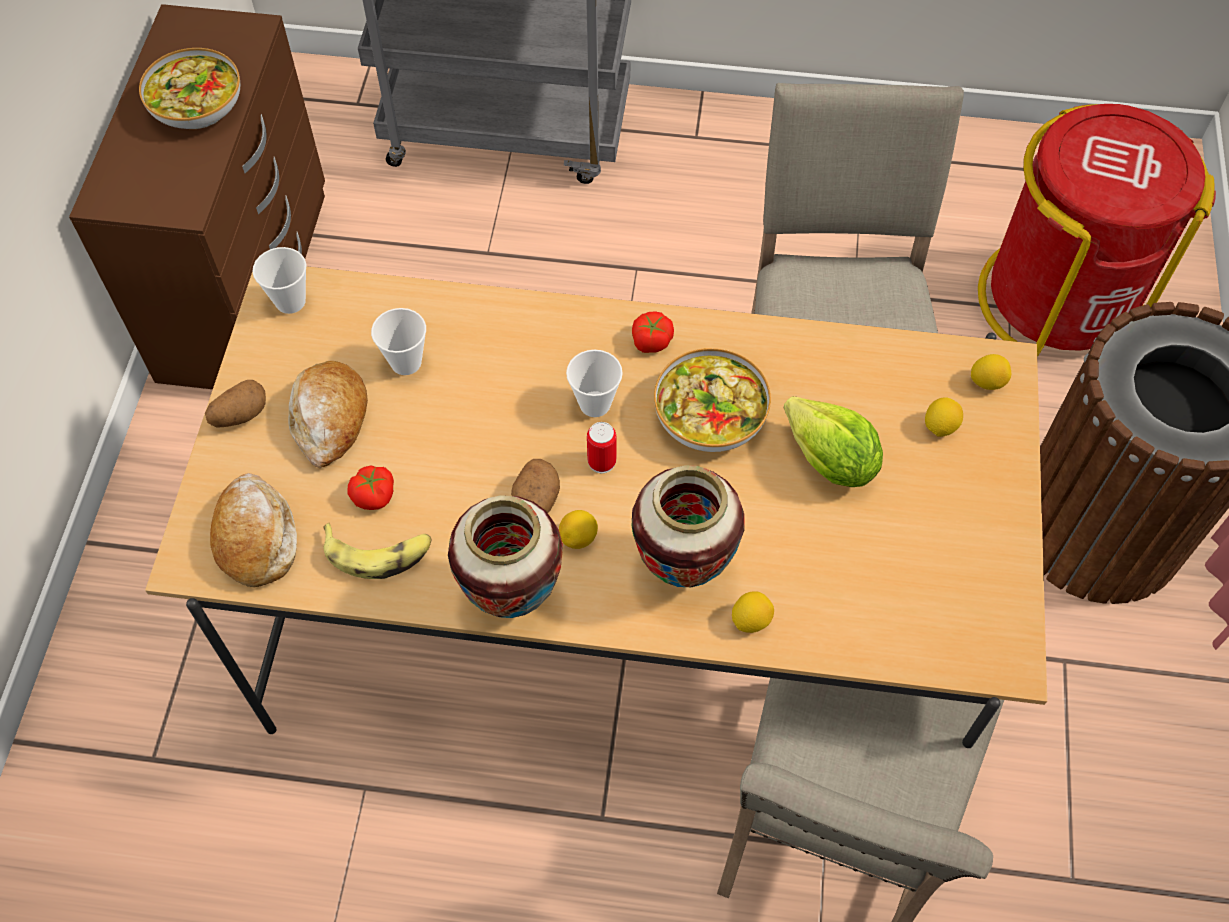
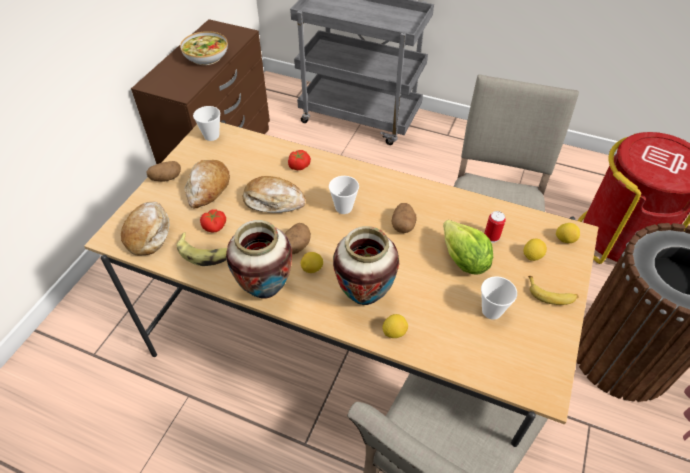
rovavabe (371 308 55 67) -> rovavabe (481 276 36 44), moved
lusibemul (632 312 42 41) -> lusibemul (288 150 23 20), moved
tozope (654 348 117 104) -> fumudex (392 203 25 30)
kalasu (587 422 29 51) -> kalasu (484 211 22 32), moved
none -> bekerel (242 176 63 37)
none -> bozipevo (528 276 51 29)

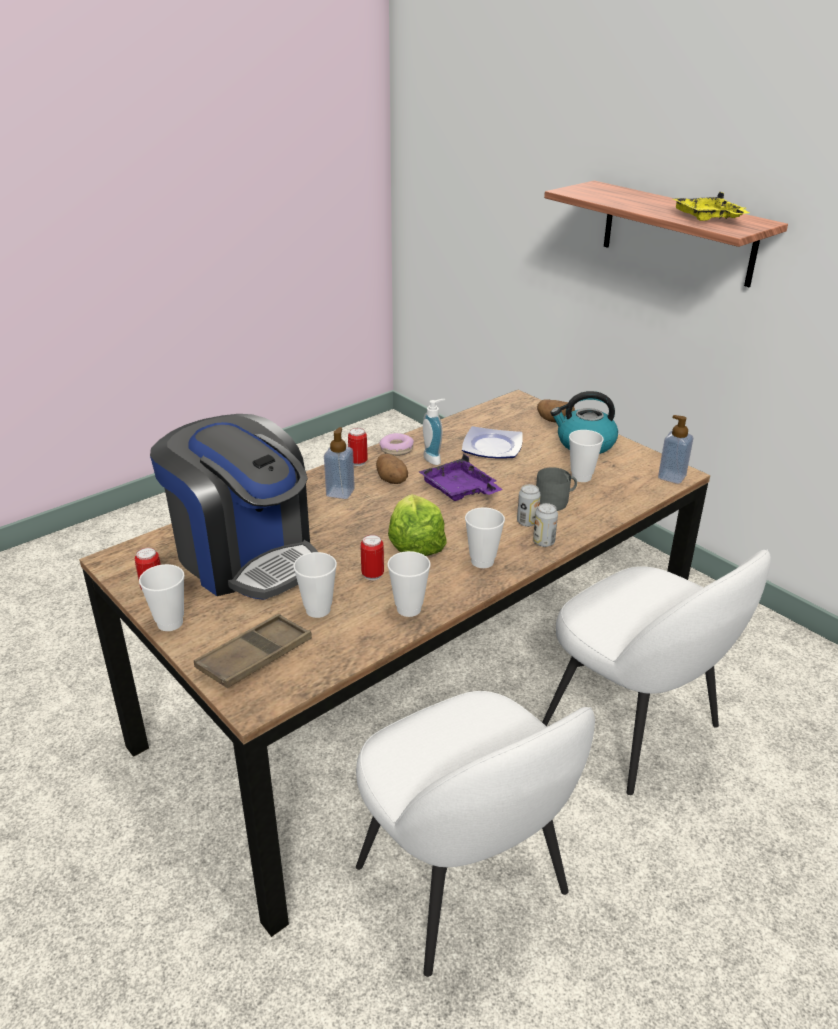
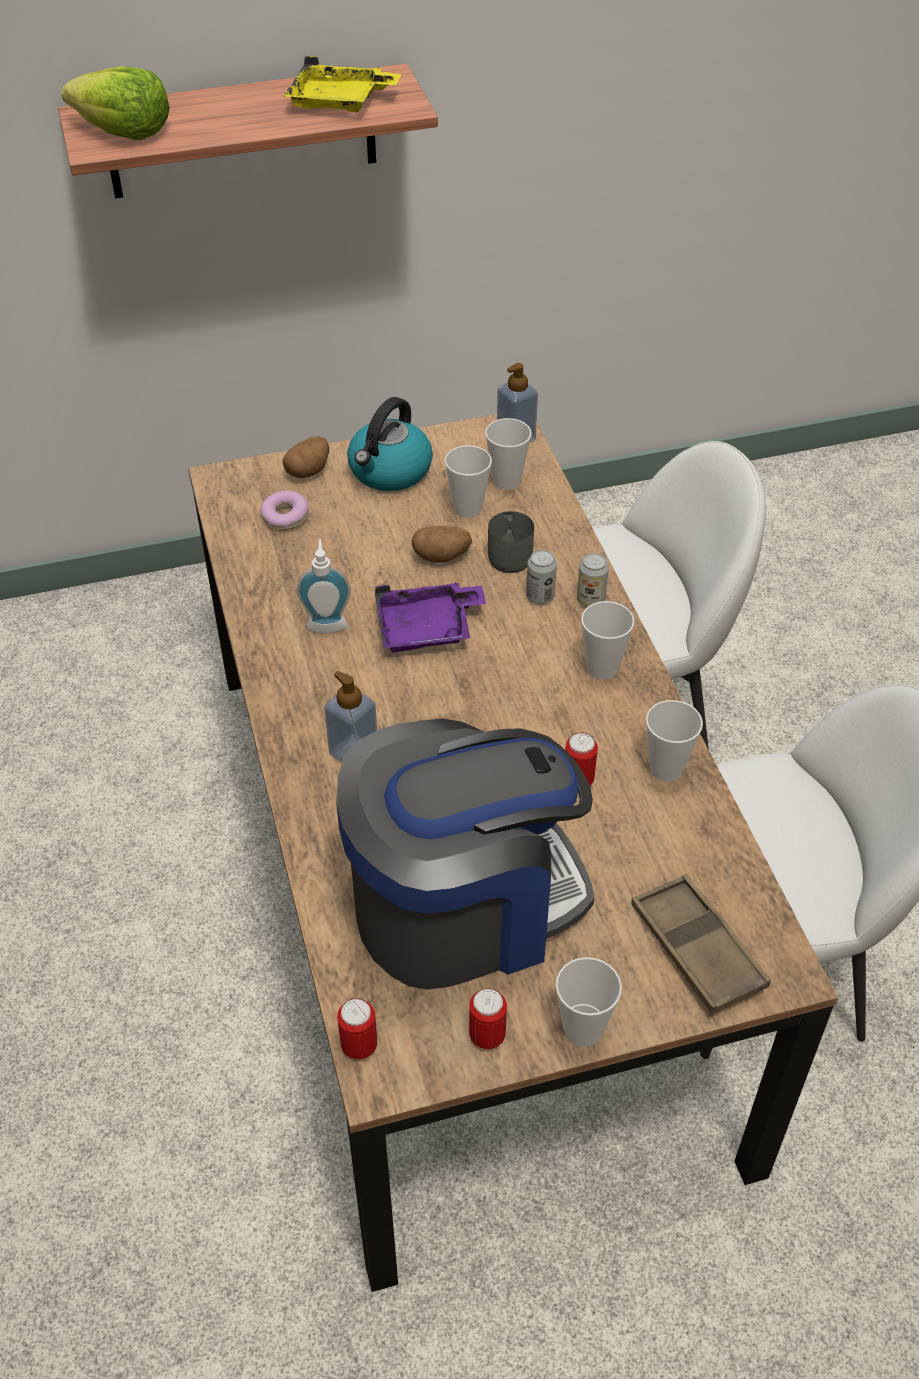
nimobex (462 426 61 33) -> none
kalasu (348 428 20 38) -> kalasu (337 998 40 62), moved
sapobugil (379 433 35 23) -> sapobugil (260 490 49 40), moved
fumudex (376 454 32 30) -> fumudex (412 526 60 37), moved
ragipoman (388 494 59 62) -> ragipoman (61 66 109 74), moved
rovavabe (293 552 44 66) -> rovavabe (485 418 47 72), moved

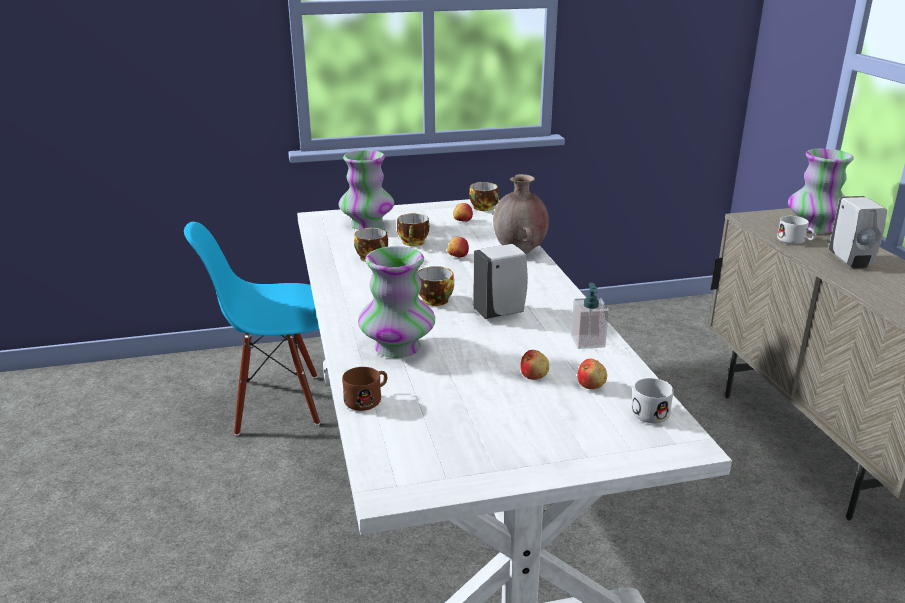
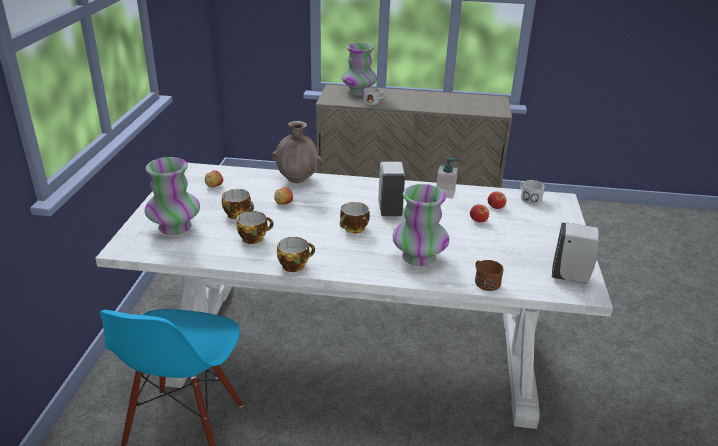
rovavabe (469 182 30 29) -> rovavabe (277 237 38 35), moved
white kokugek (829 196 58 72) -> white kokugek (552 222 47 62), moved

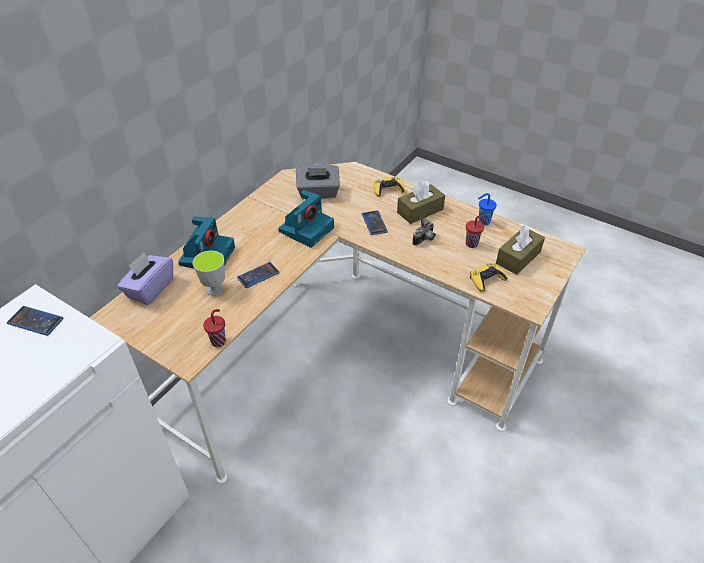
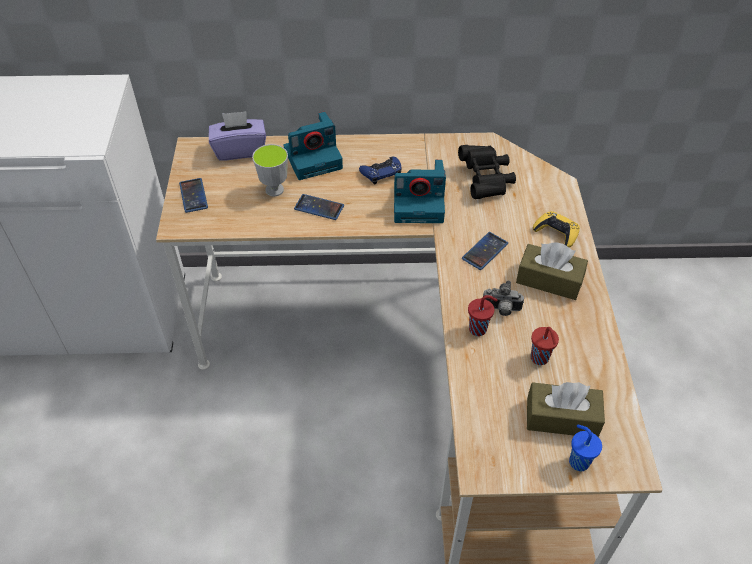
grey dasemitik (296 164 44 35) -> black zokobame (458 145 58 54)
blue rovavabe (478 193 19 32) -> blue rovavabe (569 425 33 46), moved
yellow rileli (470 263 37 29) -> none
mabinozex (7 306 57 30) -> mabinozex (179 178 29 35), moved
red rovavabe (203 309 23 38) -> red rovavabe (468 295 30 41), moved
none -> blue rileli (359 156 42 28)

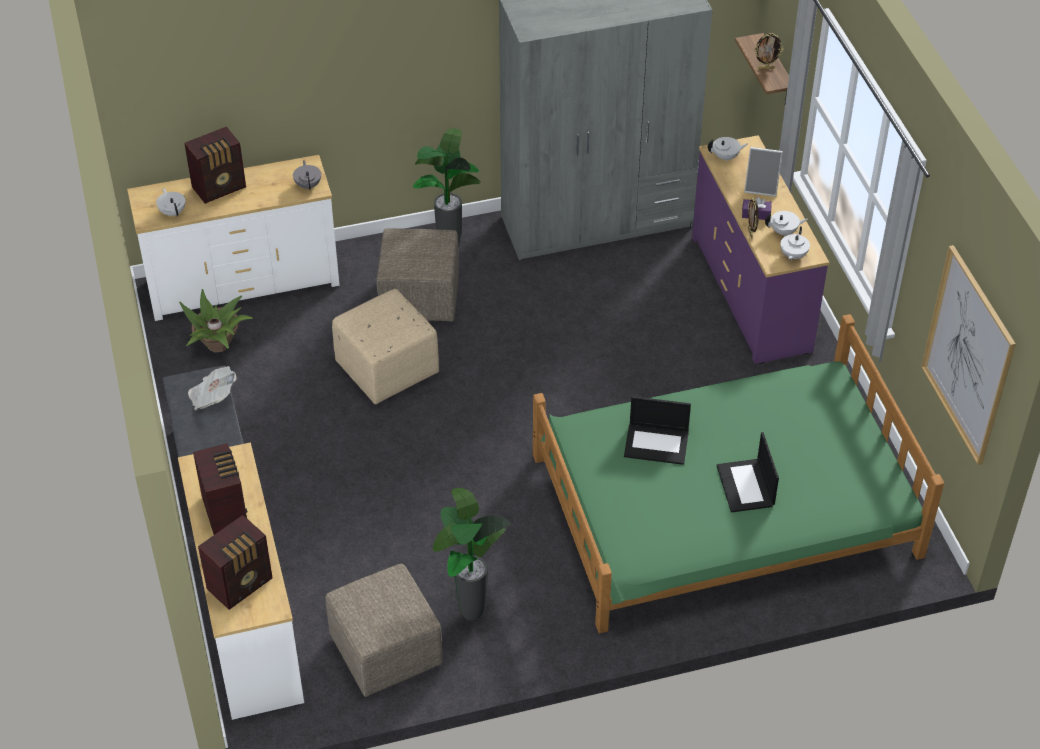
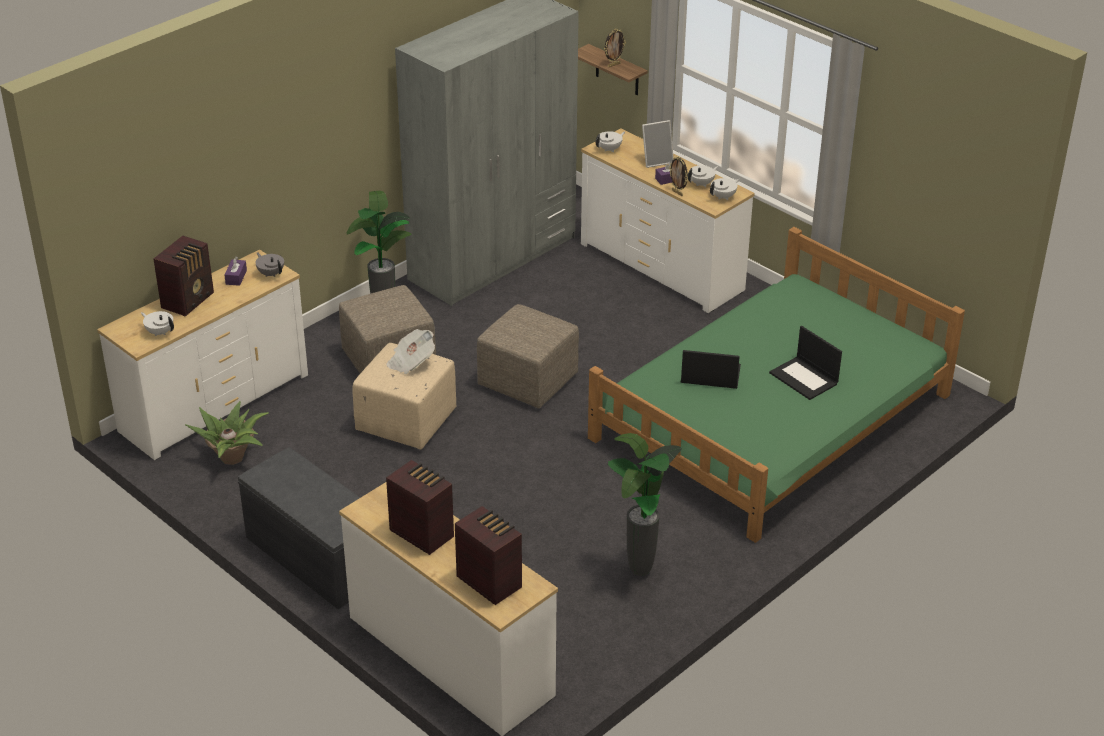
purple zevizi (692 135 137 229) -> white zevizi (581 128 174 185)
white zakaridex (780 226 30 35) -> white zakaridex (710 178 29 22), 120 degrees counterclockwise
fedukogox (921 245 95 220) -> none
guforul (188 366 48 44) -> guforul (386 329 49 45), moved
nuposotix (624 396 67 69) -> nuposotix (681 350 60 39), 150 degrees counterclockwise
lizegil (198 515 75 95) -> lizegil (455 506 67 99), 60 degrees counterclockwise
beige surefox (326 564 117 133) -> beige surefox (477 304 102 104), moved
none -> purple dasemitik (224 257 23 29)

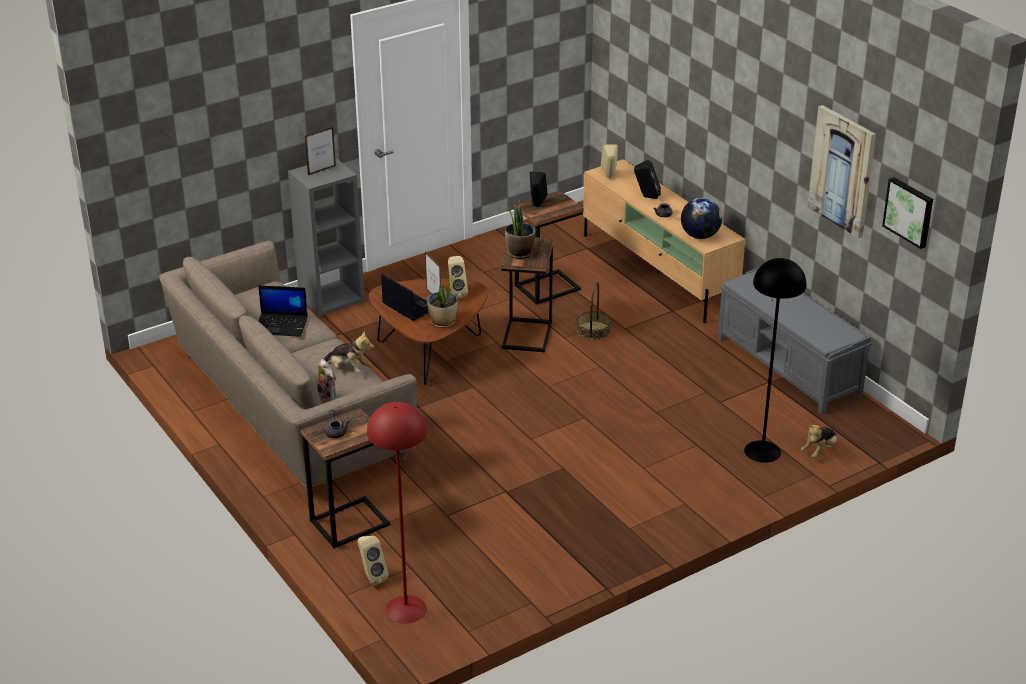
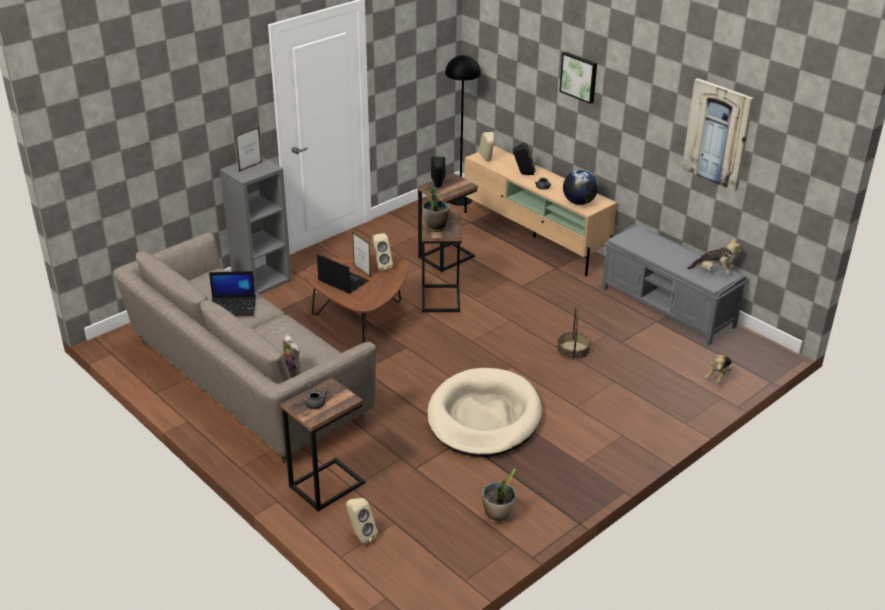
fedukogox (882 177 51 72) -> fedukogox (559 52 38 52), moved
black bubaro (744 258 62 205) -> black bubaro (445 55 36 151), moved
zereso (427 274 31 54) -> zereso (482 469 34 54), moved
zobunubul (577 282 35 58) -> zobunubul (557 306 33 54), moved
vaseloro (323 331 51 42) -> vaseloro (687 238 54 36), moved
red bubaro (367 402 60 222) -> none
none -> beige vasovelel (427 368 115 89)

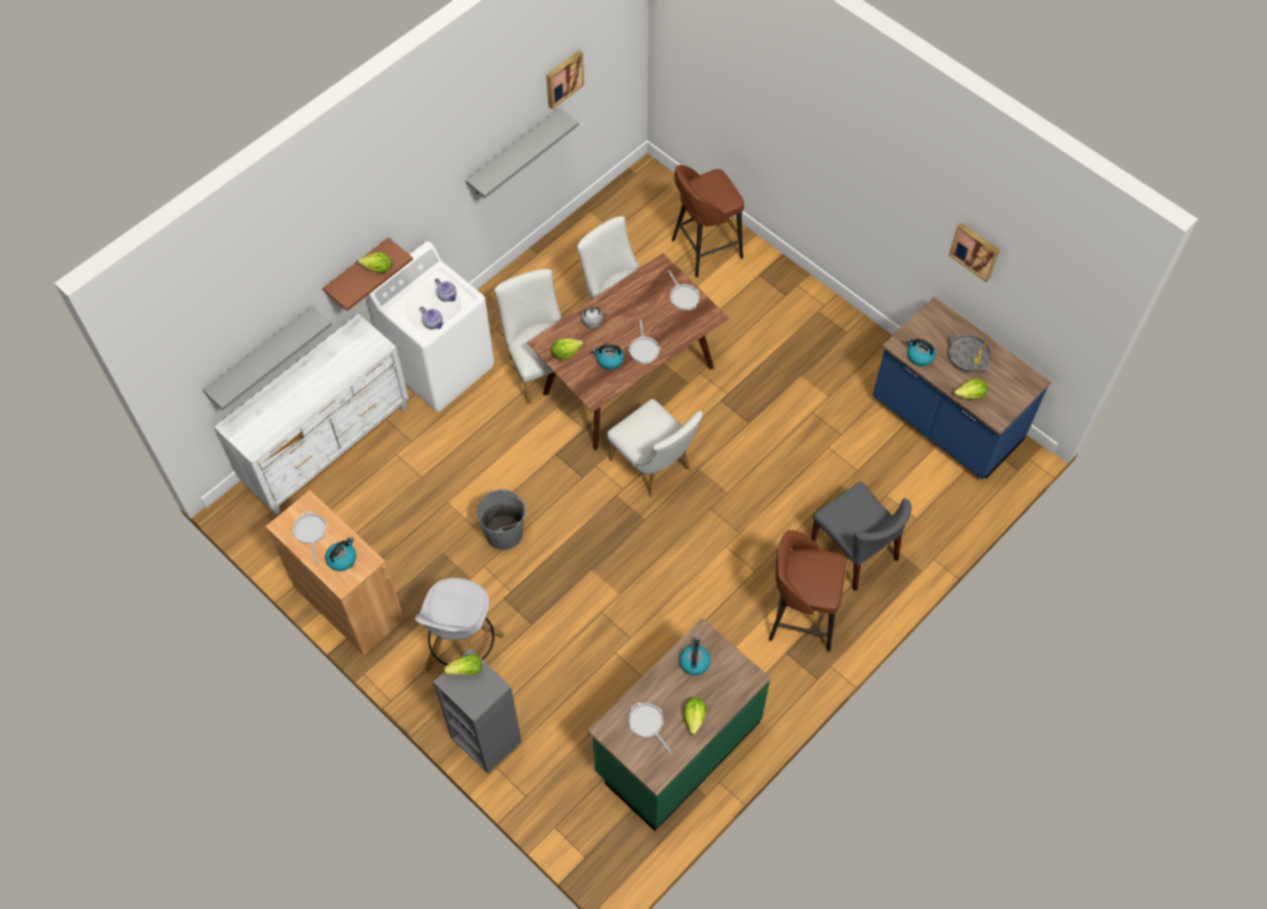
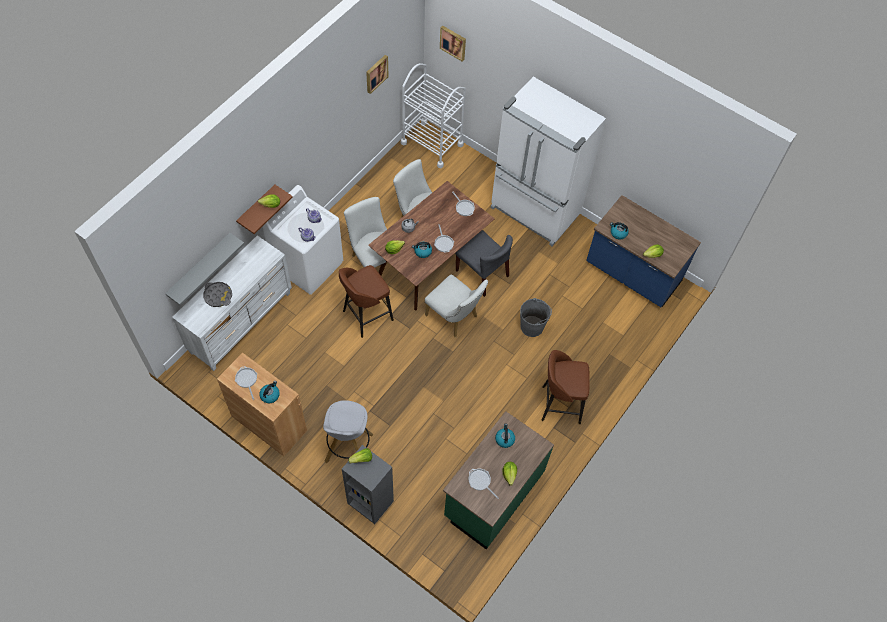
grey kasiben (465 108 114 90) -> none
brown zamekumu (672 165 72 112) -> brown zamekumu (339 265 55 73), moved
fedukogox (949 223 51 60) -> fedukogox (440 26 26 36), moved
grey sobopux (948 335 43 37) -> grey sobopux (203 282 29 25), moved
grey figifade (811 482 101 109) -> grey figifade (455 230 58 67), moved
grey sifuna (476 489 51 61) -> grey sifuna (520 298 32 39), moved
none -> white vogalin (401 63 65 105)
none -> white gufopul (491 77 115 169)

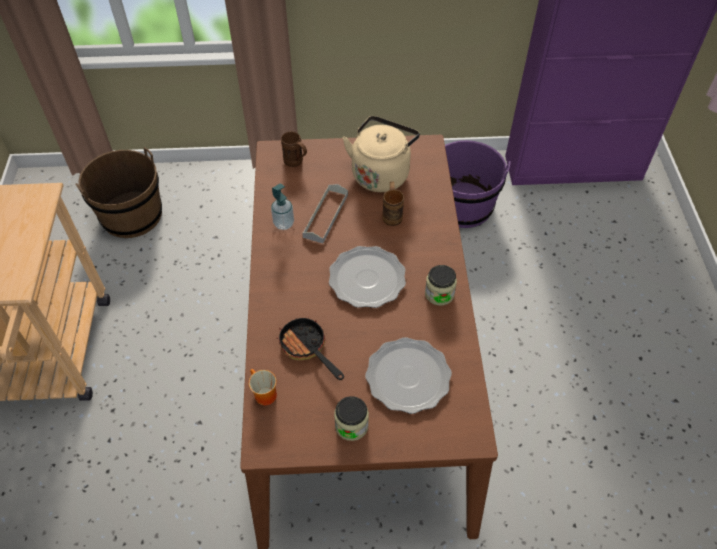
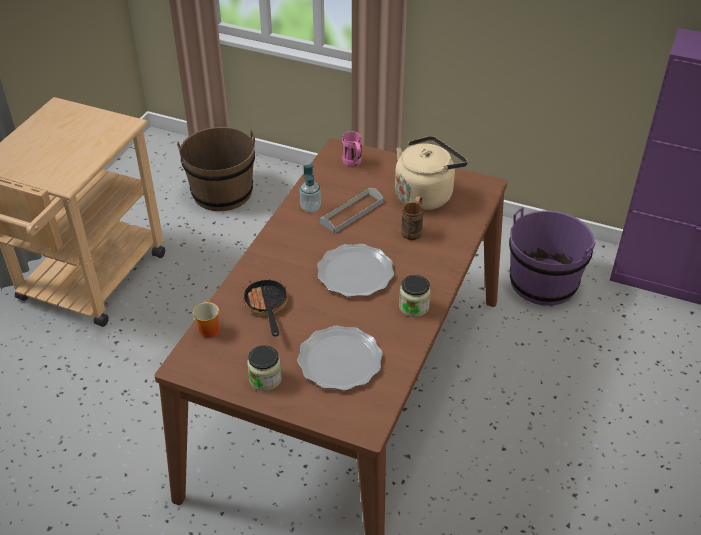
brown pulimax (281 131 26 36) -> pink pulimax (342 131 20 36)

